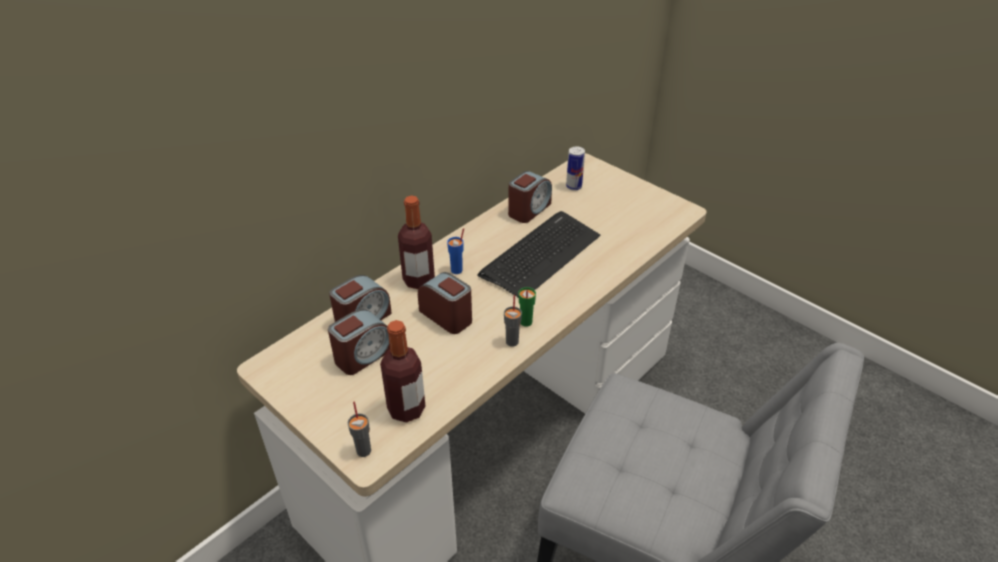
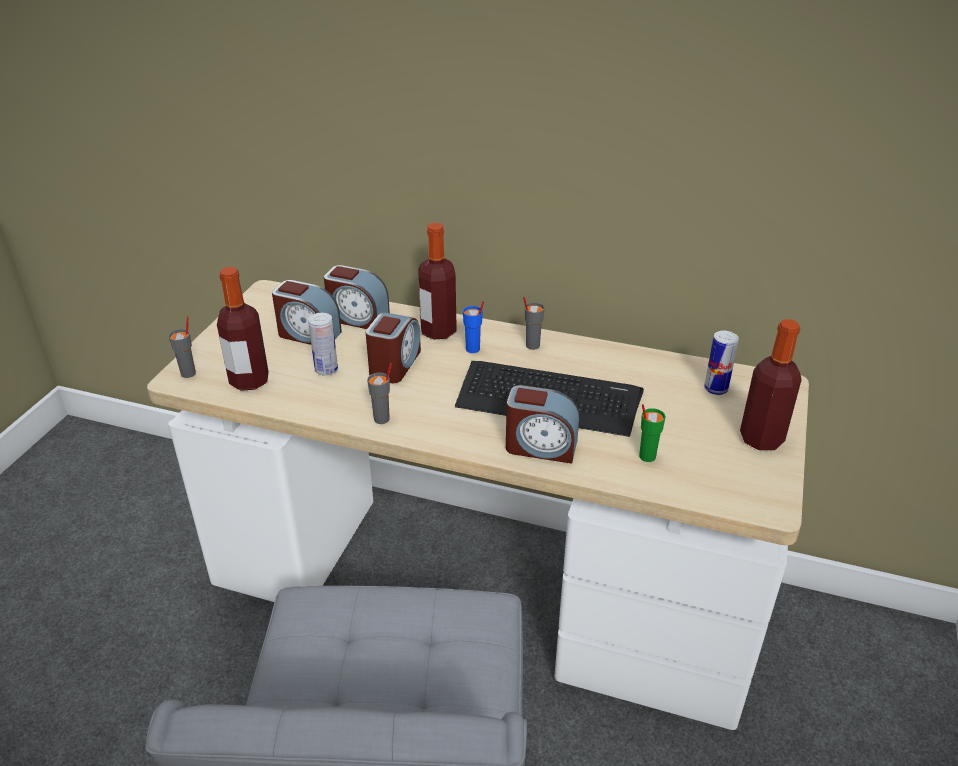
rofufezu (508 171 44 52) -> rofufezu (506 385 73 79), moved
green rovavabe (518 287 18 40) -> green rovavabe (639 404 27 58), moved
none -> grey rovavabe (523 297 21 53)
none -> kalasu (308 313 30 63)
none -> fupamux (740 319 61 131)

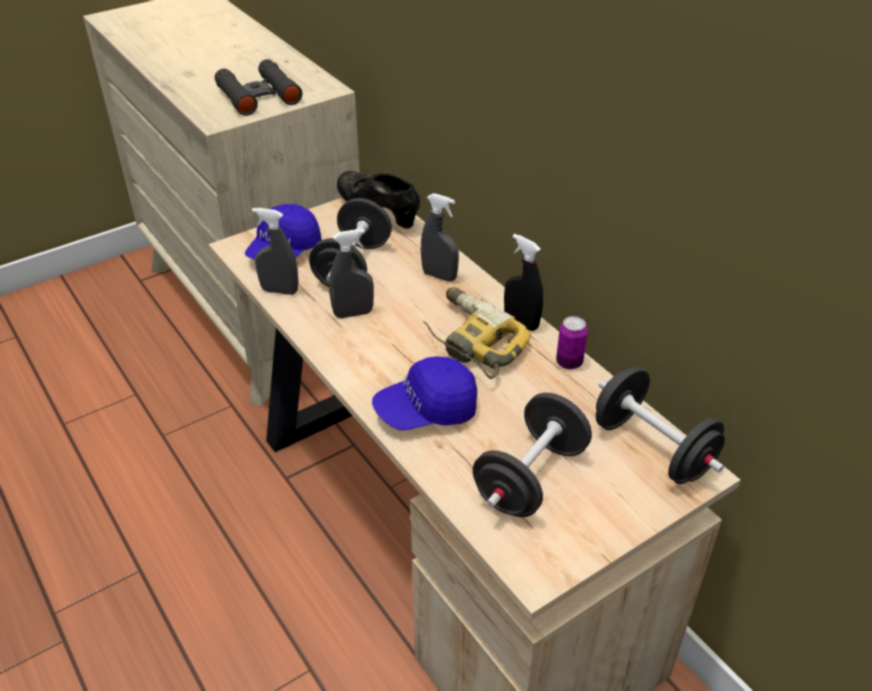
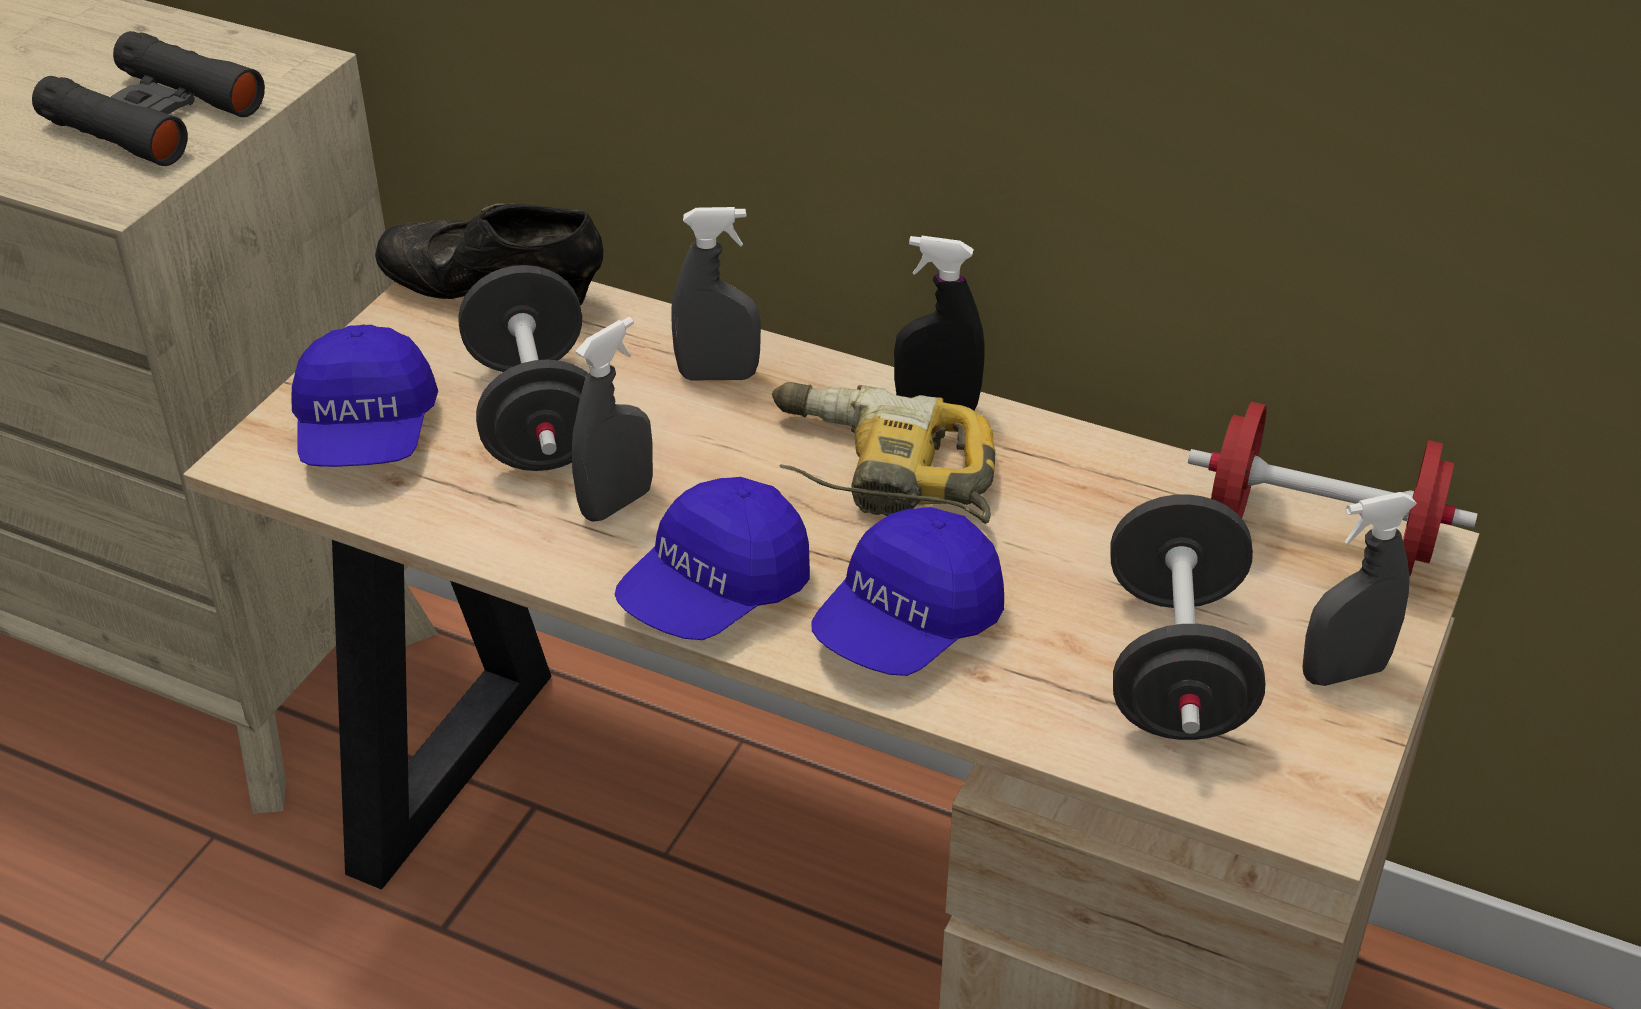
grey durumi (252 208 46 87) -> grey durumi (1302 492 115 194), moved
kalasu (556 316 32 54) -> none
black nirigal (596 367 129 117) -> red nirigal (1188 402 290 174)
none -> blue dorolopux (615 477 195 163)

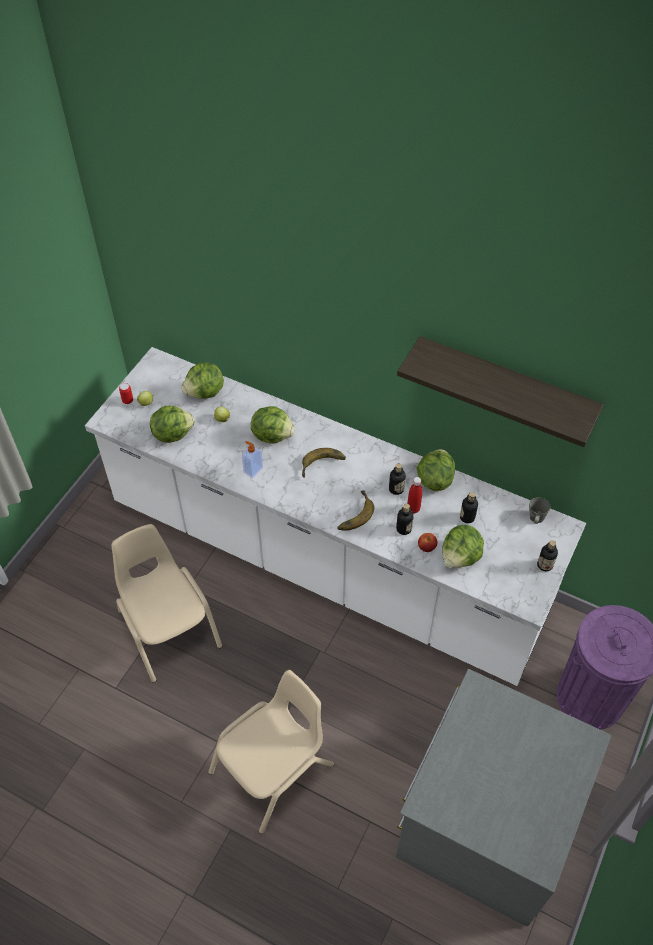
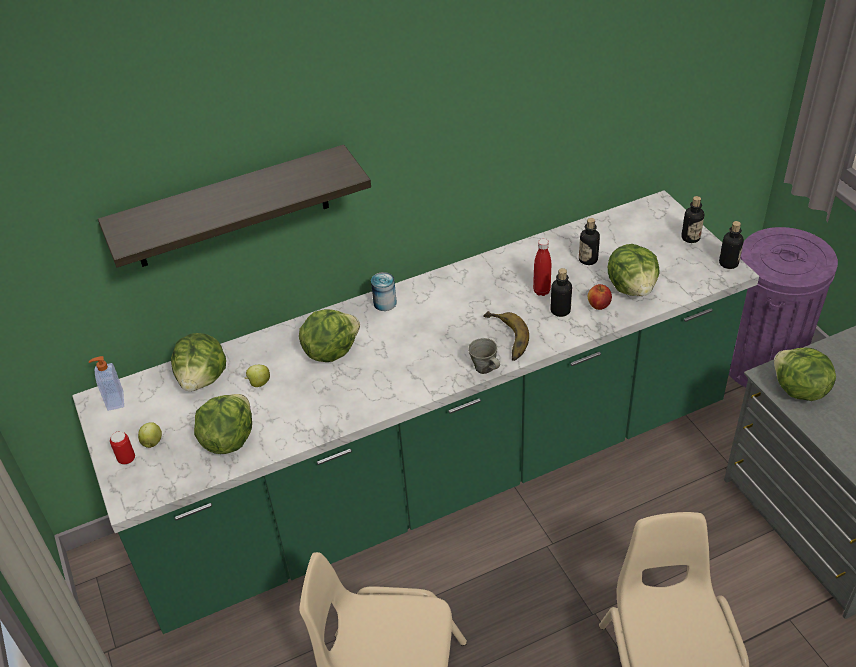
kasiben (397 336 207 111) -> kasiben (98 145 273 123), moved
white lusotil (85 347 501 339) -> green lusotil (72 190 687 444)
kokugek (242 441 21 37) -> kokugek (89 356 35 55), moved
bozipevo (302 448 44 30) -> none
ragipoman (416 449 39 42) -> ragipoman (774 348 62 53), moved
fupamux (389 463 17 32) -> fupamux (719 221 25 48), moved
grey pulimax (529 497 22 27) -> grey pulimax (468 338 32 36), moved
none -> kalasu (371 272 26 39)

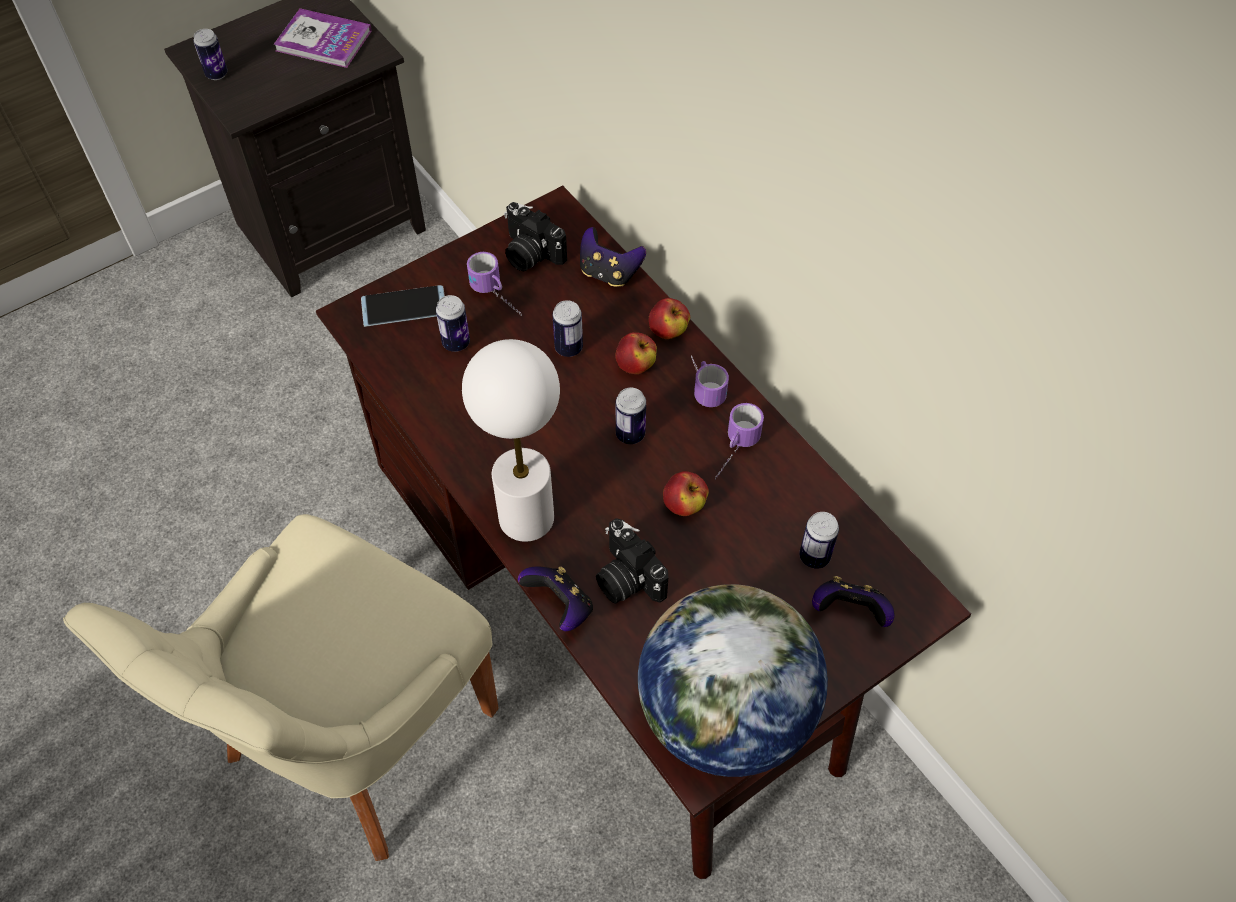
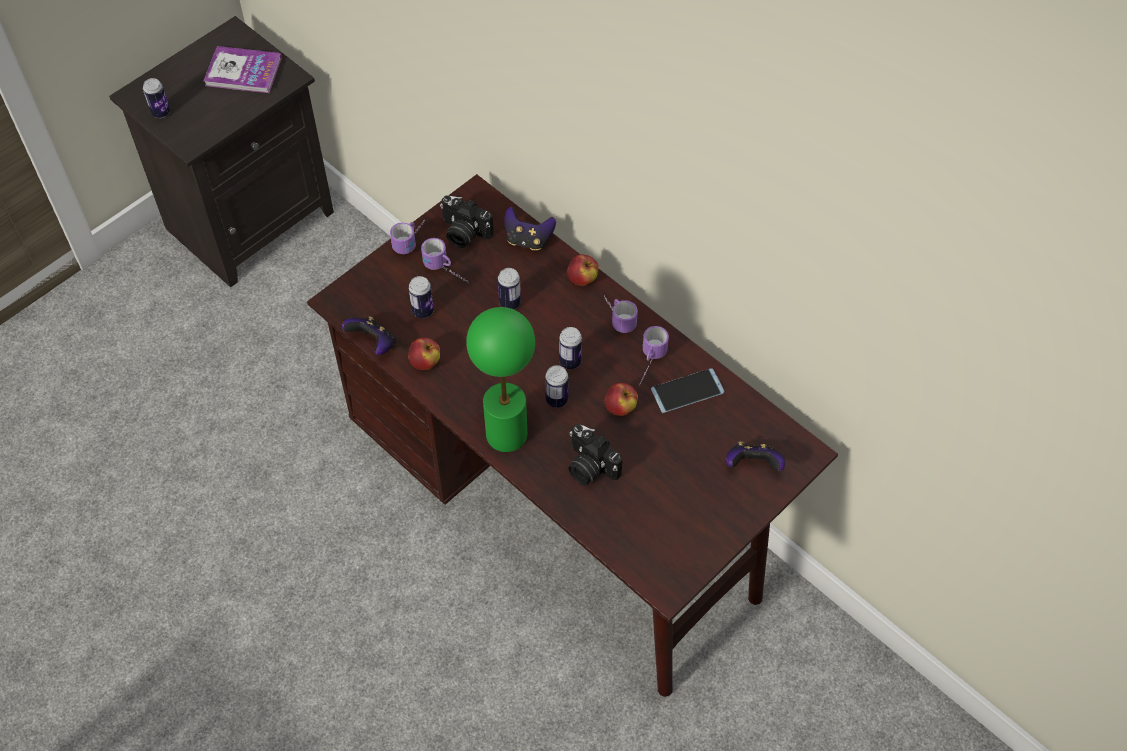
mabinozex (361 285 84 42) -> mabinozex (651 368 73 45), moved
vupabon (615 332 42 42) -> vupabon (408 338 32 32), moved
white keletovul (462 339 98 203) -> green keletovul (466 307 69 145)
kalasu (799 512 40 57) -> kalasu (545 365 23 43), moved
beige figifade (63 514 436 347) -> none
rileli (518 566 75 65) -> rileli (342 316 54 39), moved
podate (638 584 190 193) -> none
none -> pulimax (390 219 35 35)

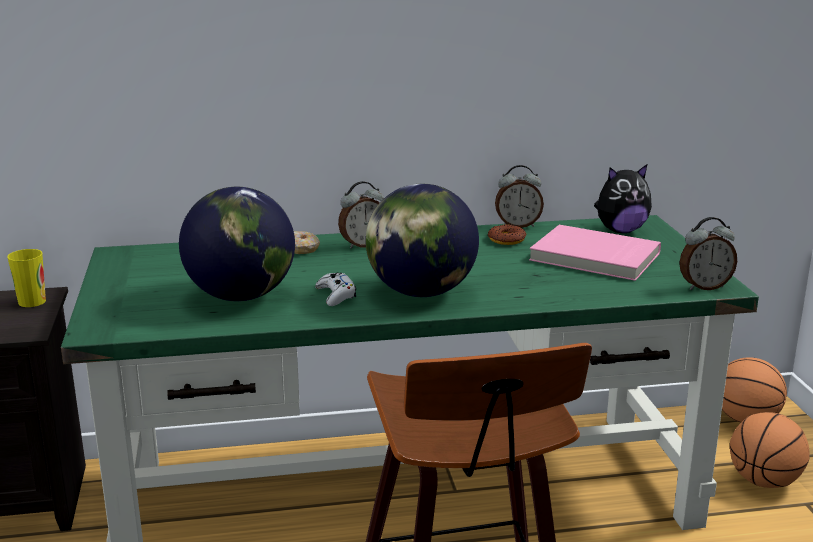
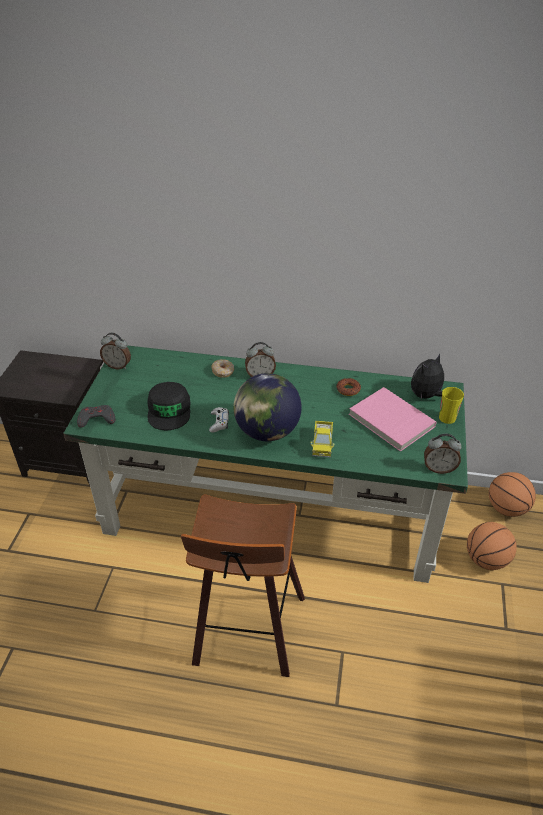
rofufezu (495 165 49 63) -> rofufezu (100 333 31 37), moved
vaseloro (594 165 58 68) -> vaseloro (411 353 33 46), 135 degrees clockwise
podate (179 187 116 114) -> black dorolopux (147 382 43 48)
rovavabe (7 249 39 58) -> rovavabe (439 387 25 37), moved
none -> grey rileli (77 405 38 23)
none -> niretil (310 421 24 37)

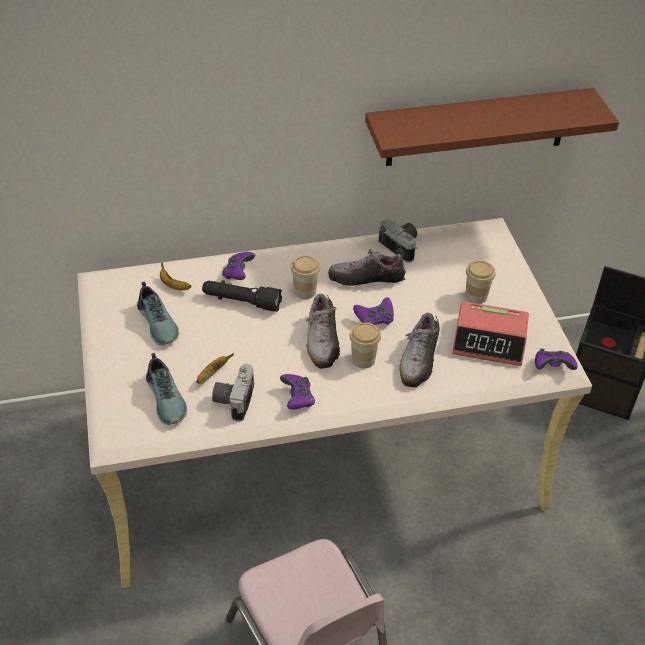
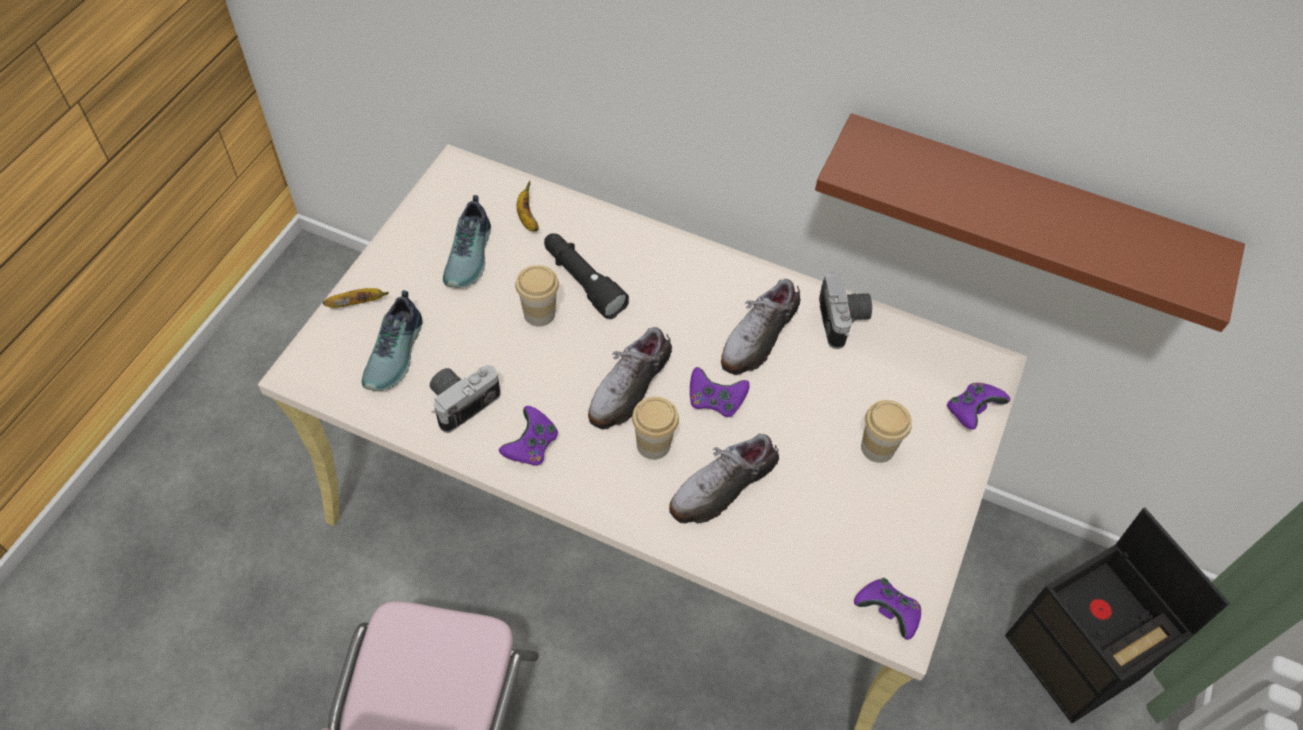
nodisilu (328 249 78 37) -> nodisilu (721 279 80 96), 90 degrees counterclockwise
purple rileli (222 252 33 28) -> purple rileli (947 383 63 47), moved
rovavabe (291 255 29 44) -> rovavabe (515 265 44 62), moved
rofufezu (452 301 77 65) -> none
bozipevo (196 353 38 31) -> bozipevo (323 288 66 20), moved

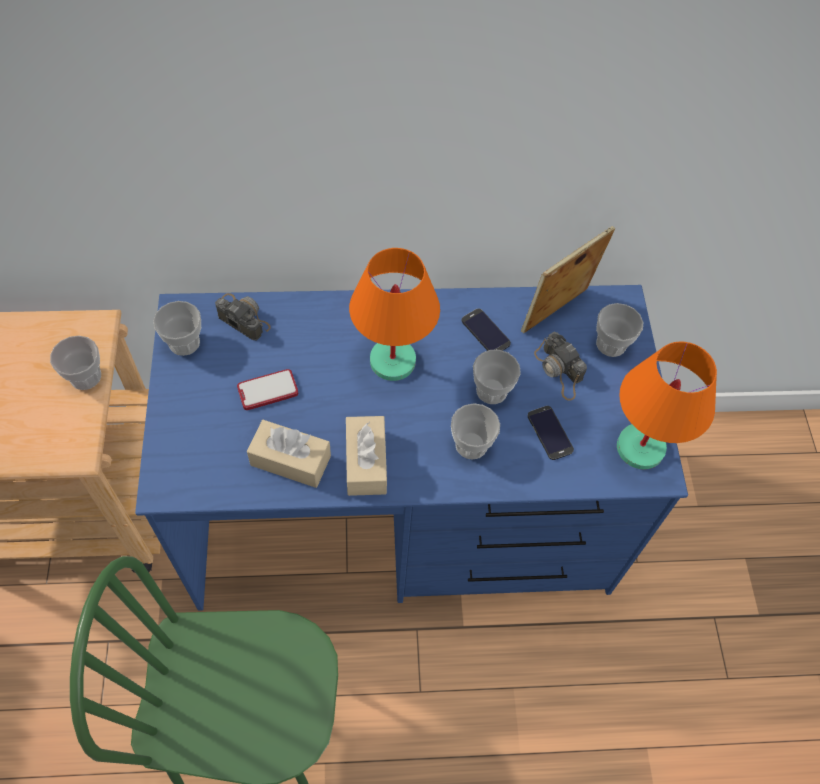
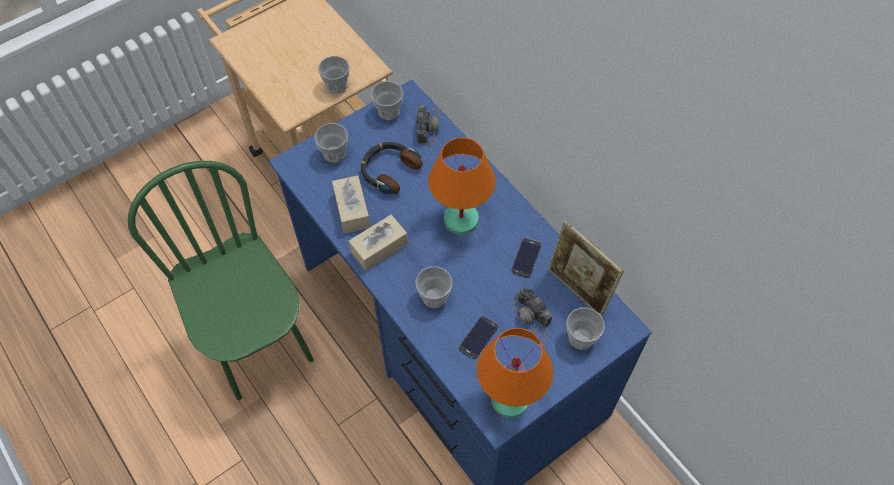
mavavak (521 226 94 107) -> mavavak (548 220 76 96), 150 degrees counterclockwise
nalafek (534 332 53 69) -> nalafek (511 287 41 55), 60 degrees counterclockwise
rovavabe (473 350 48 54) -> rovavabe (314 123 34 40), moved
mabinozex (237 369 61 41) -> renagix (361 142 61 53)

